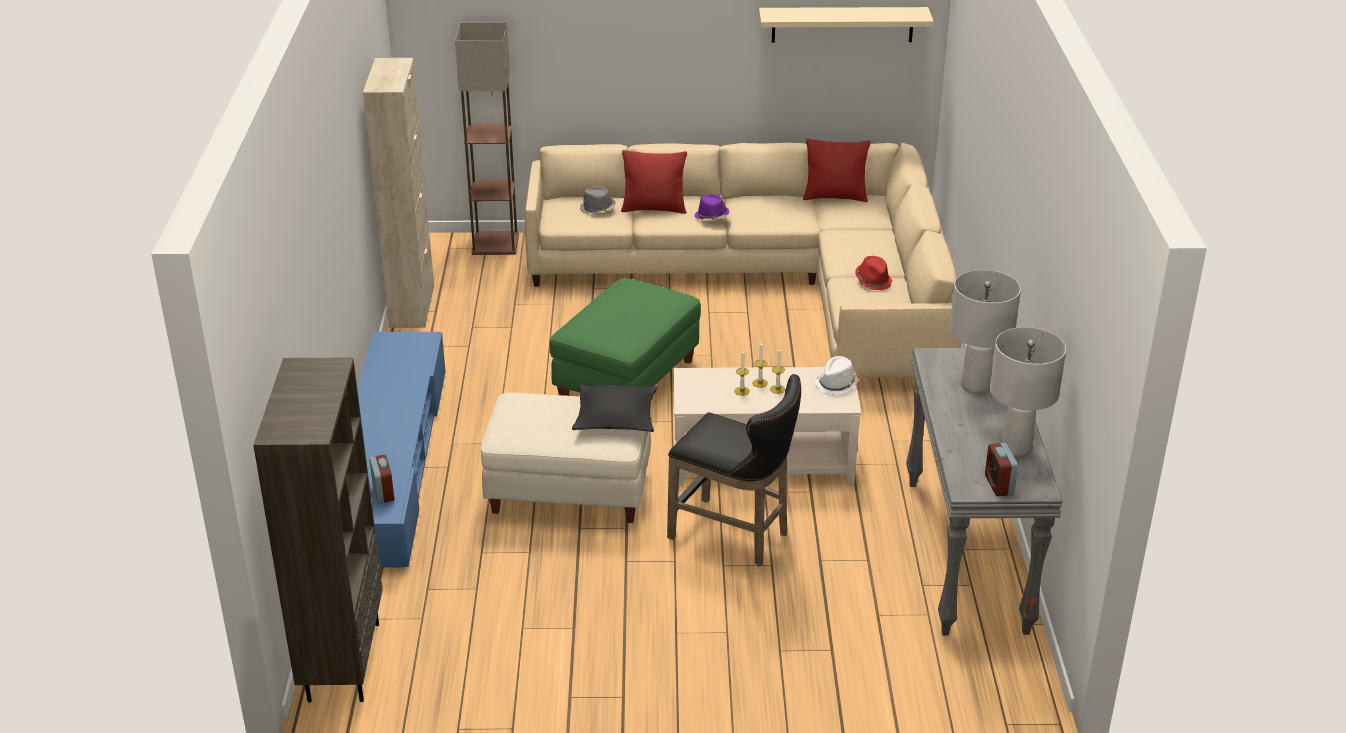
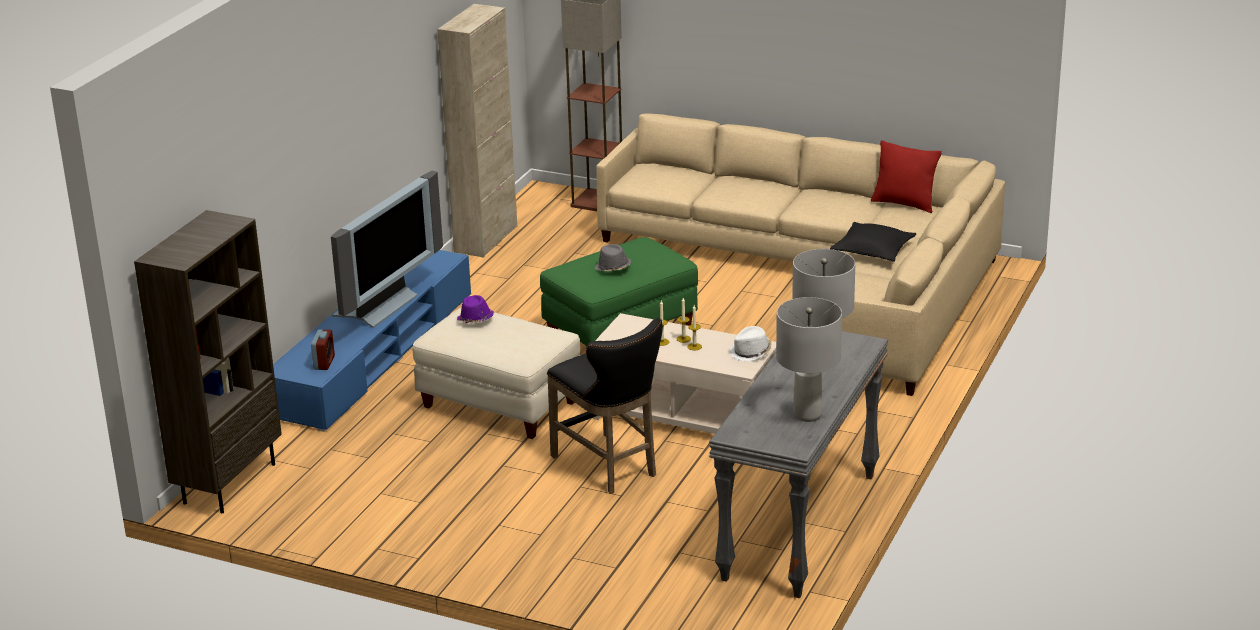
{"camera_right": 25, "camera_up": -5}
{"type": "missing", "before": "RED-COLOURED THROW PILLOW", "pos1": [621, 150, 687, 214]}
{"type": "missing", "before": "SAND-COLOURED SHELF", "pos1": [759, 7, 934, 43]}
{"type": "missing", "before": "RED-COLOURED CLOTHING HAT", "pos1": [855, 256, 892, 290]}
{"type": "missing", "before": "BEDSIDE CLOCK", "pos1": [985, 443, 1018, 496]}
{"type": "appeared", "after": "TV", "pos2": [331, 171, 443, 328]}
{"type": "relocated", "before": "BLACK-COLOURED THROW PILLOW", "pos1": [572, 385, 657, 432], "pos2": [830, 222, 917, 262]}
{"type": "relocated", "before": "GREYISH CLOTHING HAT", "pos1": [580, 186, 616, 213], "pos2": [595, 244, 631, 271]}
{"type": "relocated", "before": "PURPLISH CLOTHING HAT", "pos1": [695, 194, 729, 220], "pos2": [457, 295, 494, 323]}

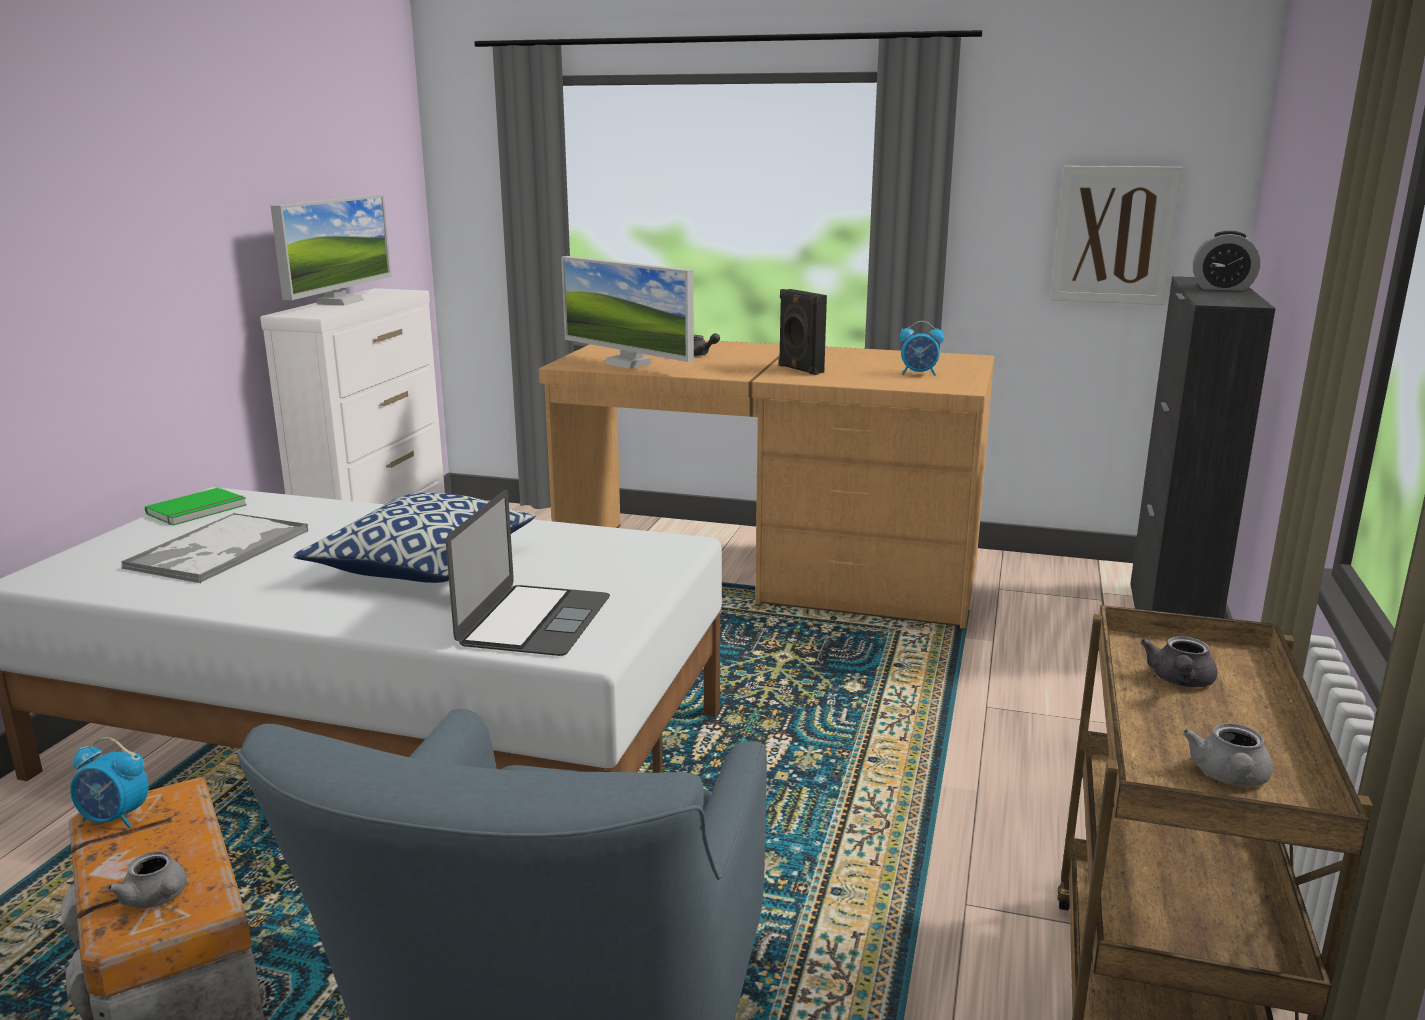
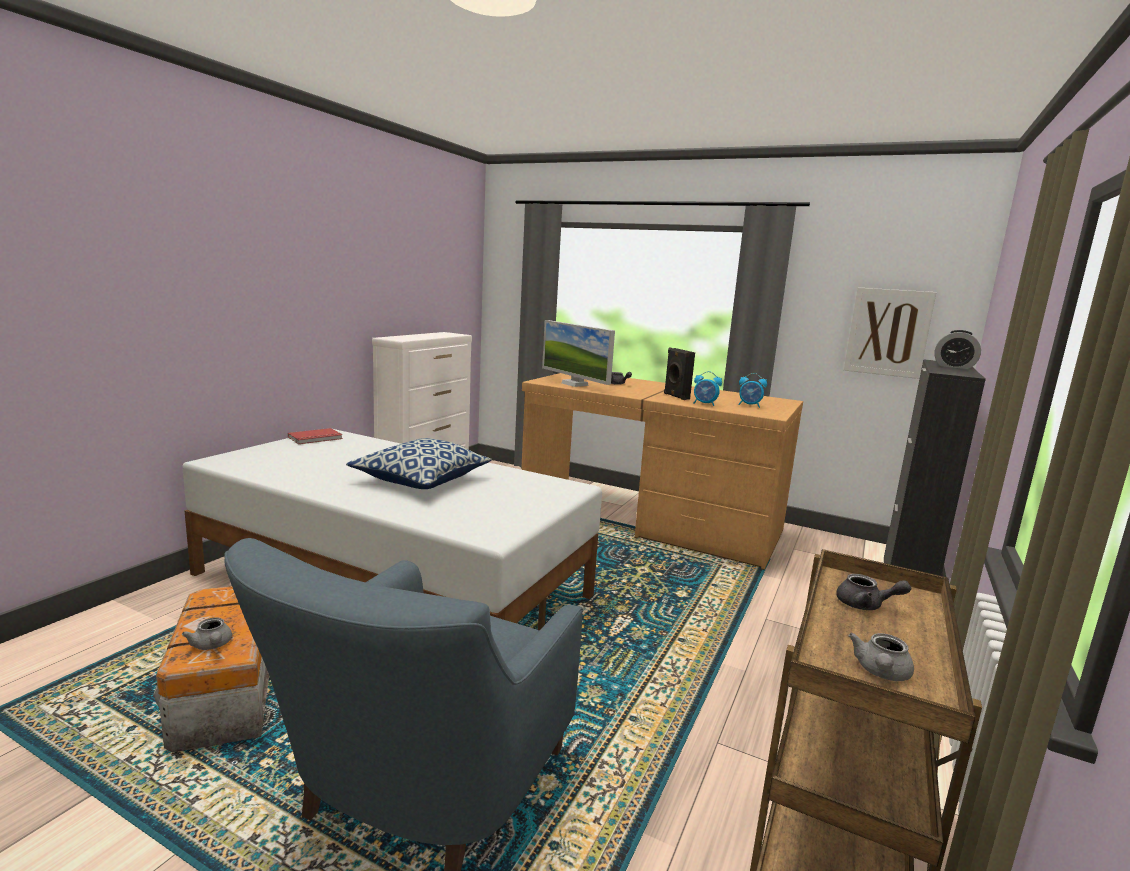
{"camera_right": 10, "camera_up": -5}
{"type": "missing", "before": "TRAY", "pos1": [121, 513, 308, 583]}
{"type": "missing", "before": "COMPUTER SCREEN", "pos1": [271, 195, 392, 306]}
{"type": "missing", "before": "NOTEBOOK COMPUTER", "pos1": [446, 490, 610, 656]}
{"type": "relocated", "before": "BEDSIDE CLOCK", "pos1": [70, 737, 149, 828], "pos2": [693, 371, 722, 406]}
{"type": "colour", "before": "GREENISH BOOK", "after": "RED-COLOURED BOOK", "pos1": [145, 488, 247, 526], "pos2": [288, 428, 343, 444]}
{"type": "spun", "before": "GREYISH TEAPOT", "pos1": [1140, 636, 1217, 687], "pos2": [836, 574, 911, 610], "turn": -105}

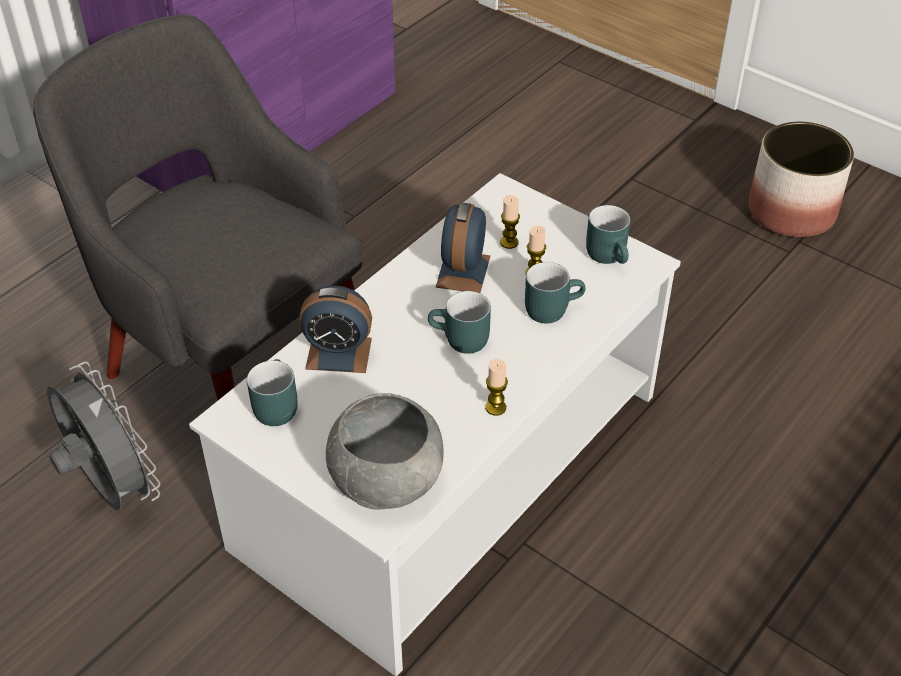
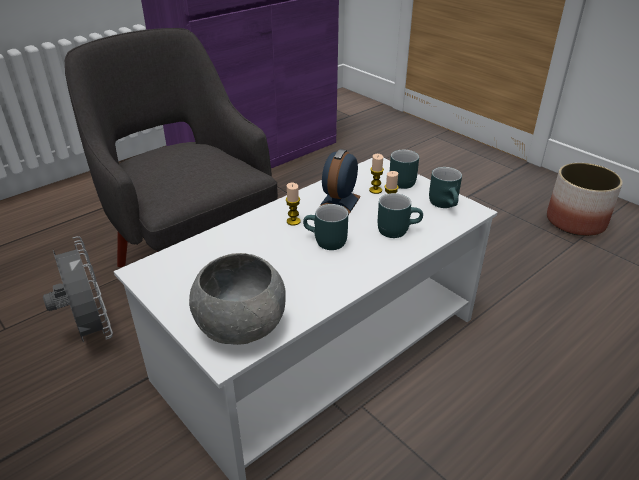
{"camera_right": 10, "camera_up": -10}
{"type": "missing", "before": "BEDSIDE CLOCK", "pos1": [299, 286, 372, 373]}
{"type": "relocated", "before": "TURQUOISE-COLOURED COFFEE MUG", "pos1": [247, 359, 297, 426], "pos2": [390, 150, 419, 189]}
{"type": "relocated", "before": "WAX CANDLE", "pos1": [485, 359, 508, 416], "pos2": [286, 183, 301, 225]}

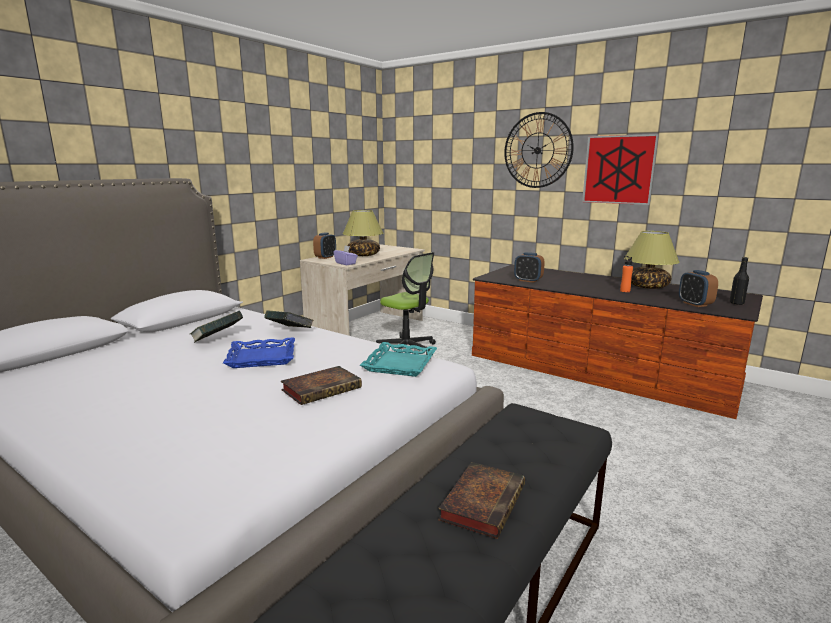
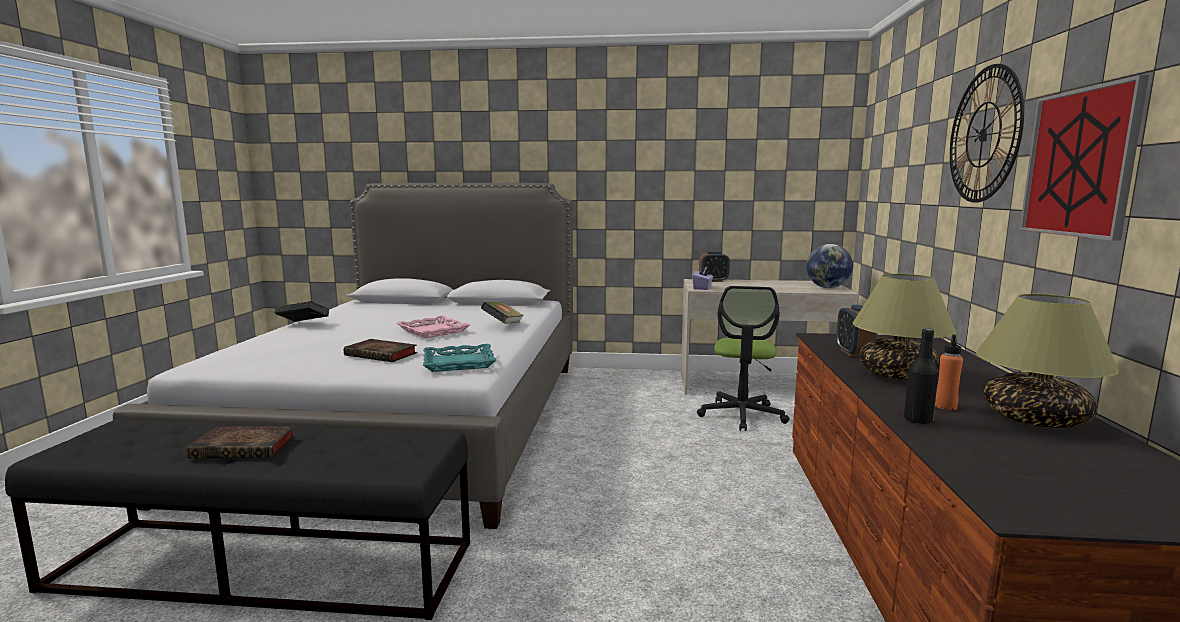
{"camera_right": 60, "camera_up": -5}
{"type": "missing", "before": "BEDSIDE CLOCK", "pos1": [679, 270, 718, 307]}
{"type": "appeared", "after": "GLOBE", "pos2": [806, 244, 853, 288]}
{"type": "relocated", "before": "BOOK", "pos1": [190, 311, 243, 343], "pos2": [274, 301, 330, 322]}
{"type": "relocated", "before": "TABLETOP LAMP", "pos1": [343, 210, 383, 256], "pos2": [853, 274, 957, 380]}
{"type": "relocated", "before": "BLACK-COLOURED BOTTLE", "pos1": [729, 257, 749, 305], "pos2": [904, 328, 939, 425]}
{"type": "colour", "before": "BLUE TRAY", "after": "PINKISH TRAY", "pos1": [223, 337, 295, 368], "pos2": [397, 315, 470, 338]}

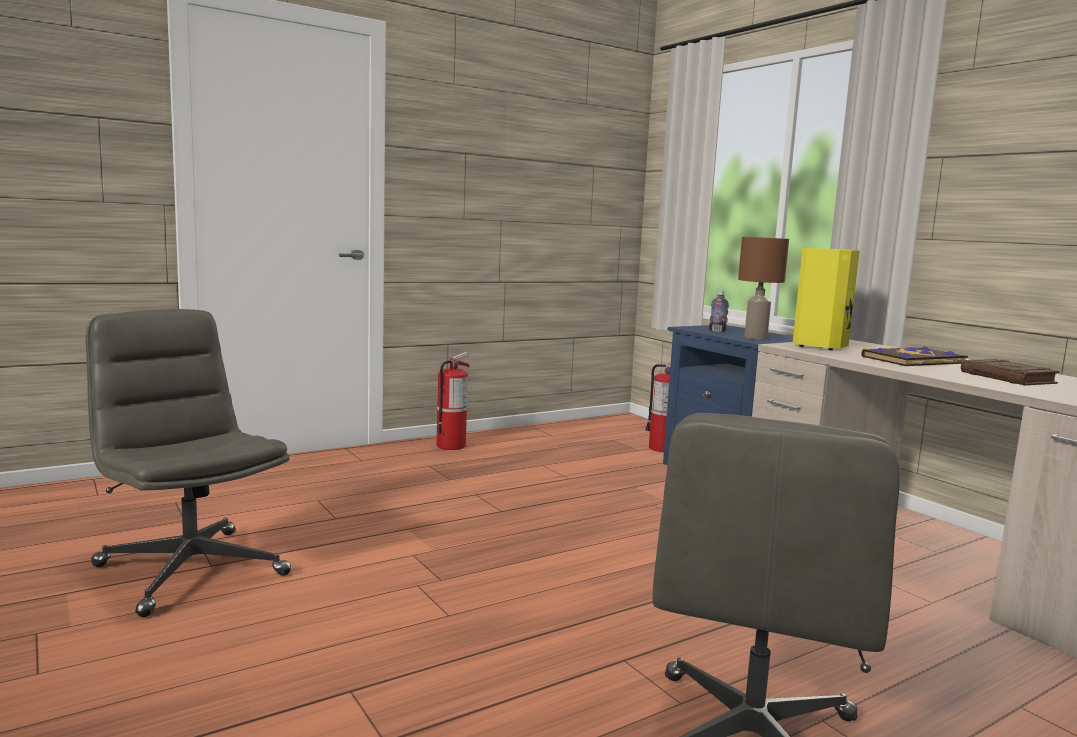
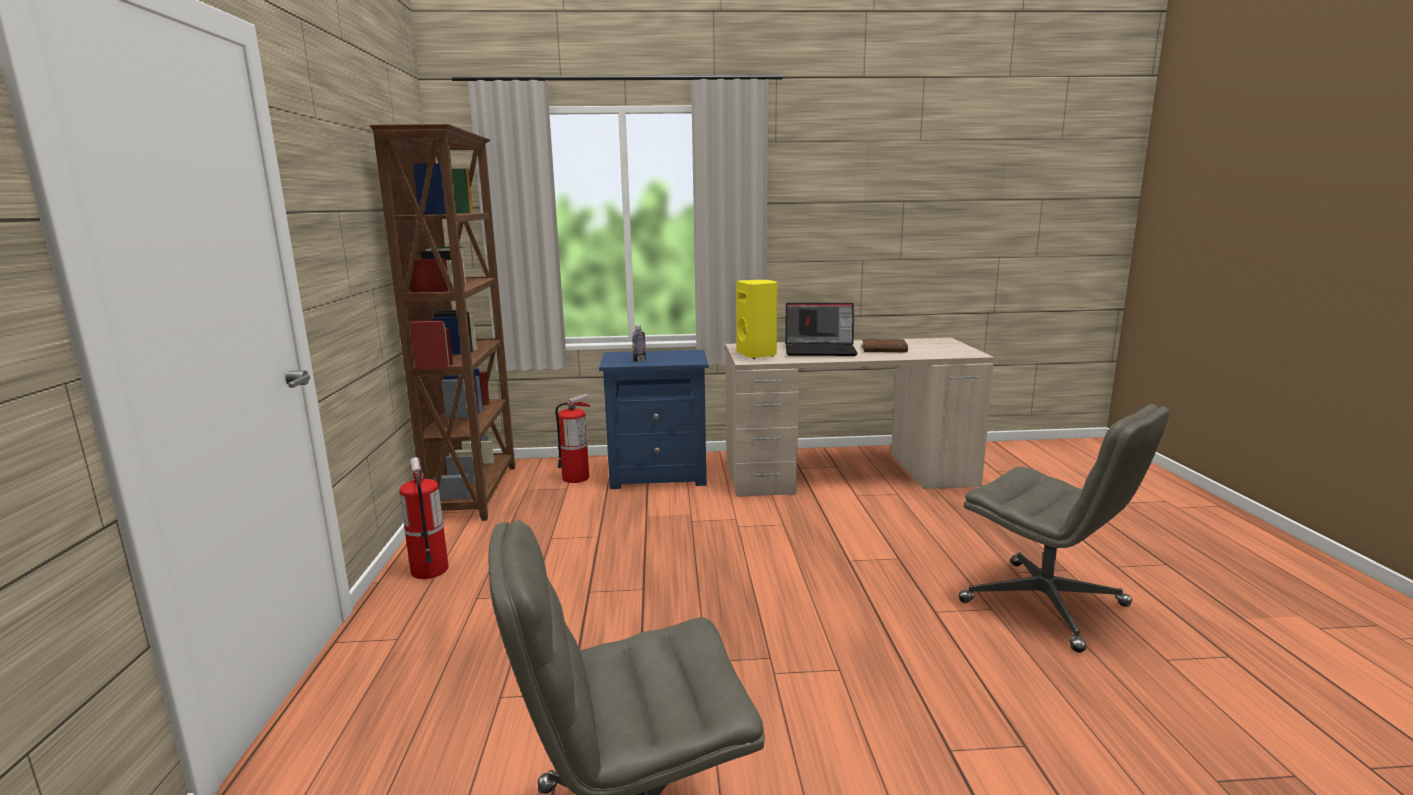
{"camera_right": -60, "camera_up": 5}
{"type": "missing", "before": "BROWNISH TABLETOP LAMP", "pos1": [738, 237, 789, 340]}
{"type": "appeared", "after": "BROWNISH BOOKCASE", "pos2": [370, 124, 515, 521]}
{"type": "exchanged", "before": "BOOK", "after": "NOTEBOOK COMPUTER", "pos1": [861, 346, 968, 366], "pos2": [785, 303, 858, 356]}

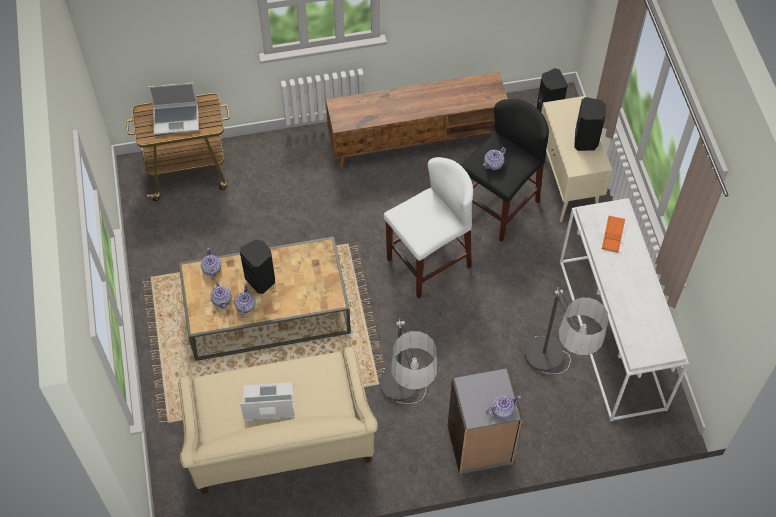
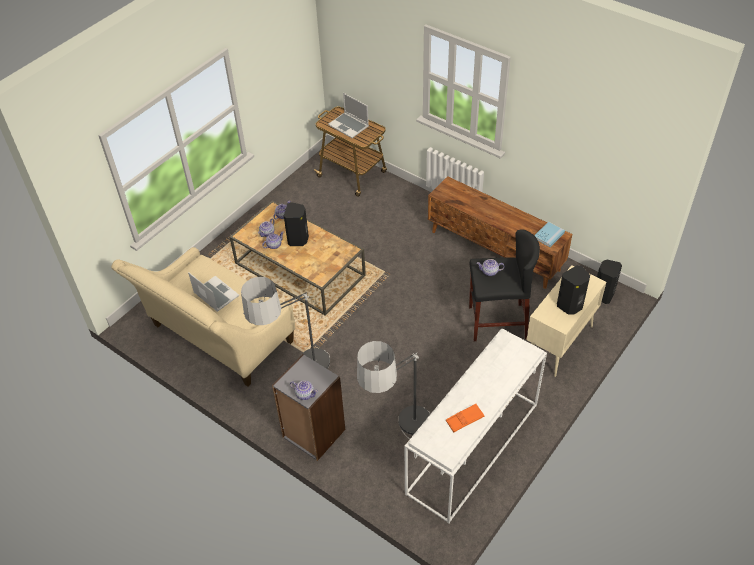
{"camera_right": 50, "camera_up": -10}
{"type": "missing", "before": "WHITE-COLOURED STOOL", "pos1": [384, 157, 473, 298]}
{"type": "appeared", "after": "BLUE BOOK", "pos2": [534, 222, 565, 247]}
{"type": "relocated", "before": "ORANGEY TRAY", "pos1": [602, 215, 625, 253], "pos2": [446, 404, 484, 432]}

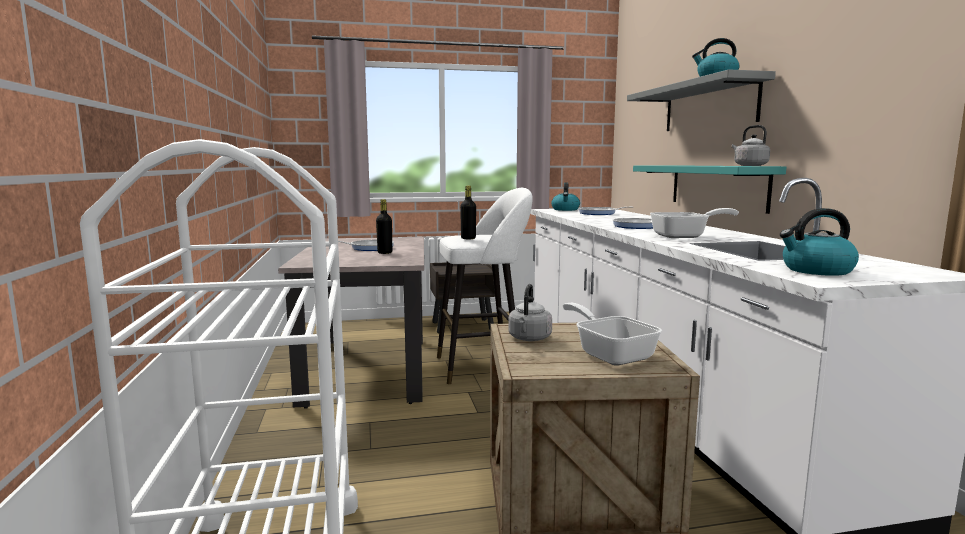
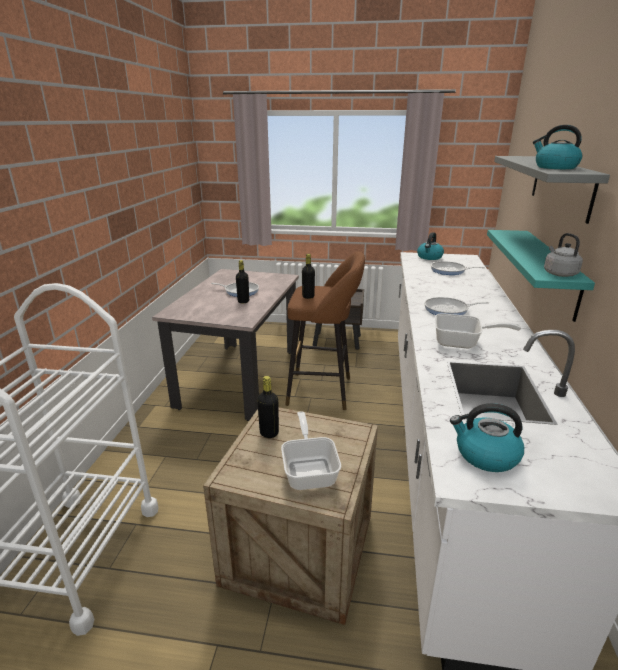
{"camera_right": 20, "camera_up": 15}
{"type": "exchanged", "before": "GREYISH KETTLE", "after": "BLACK-COLOURED BOTTLE", "pos1": [508, 284, 552, 341], "pos2": [257, 376, 279, 438]}
{"type": "colour", "before": "WHITE-COLOURED STOOL", "after": "BROWNISH STOOL", "pos1": [437, 188, 533, 384], "pos2": [285, 251, 365, 410]}

